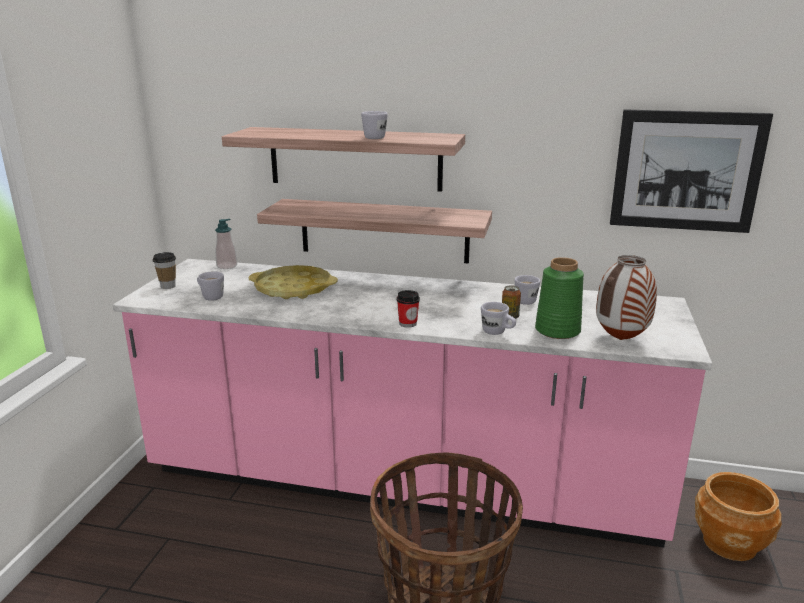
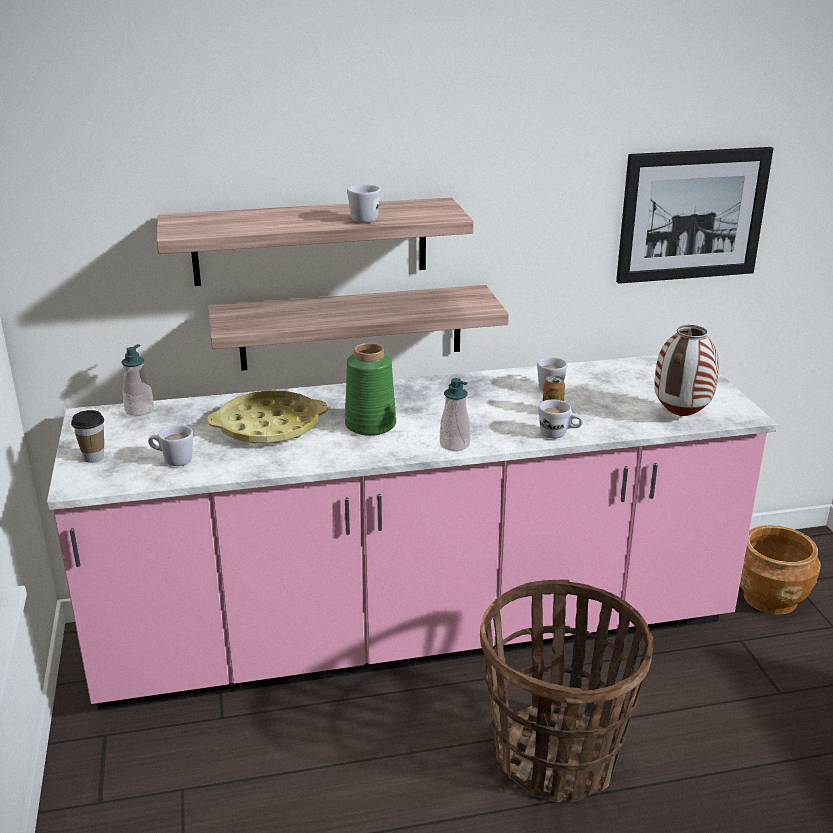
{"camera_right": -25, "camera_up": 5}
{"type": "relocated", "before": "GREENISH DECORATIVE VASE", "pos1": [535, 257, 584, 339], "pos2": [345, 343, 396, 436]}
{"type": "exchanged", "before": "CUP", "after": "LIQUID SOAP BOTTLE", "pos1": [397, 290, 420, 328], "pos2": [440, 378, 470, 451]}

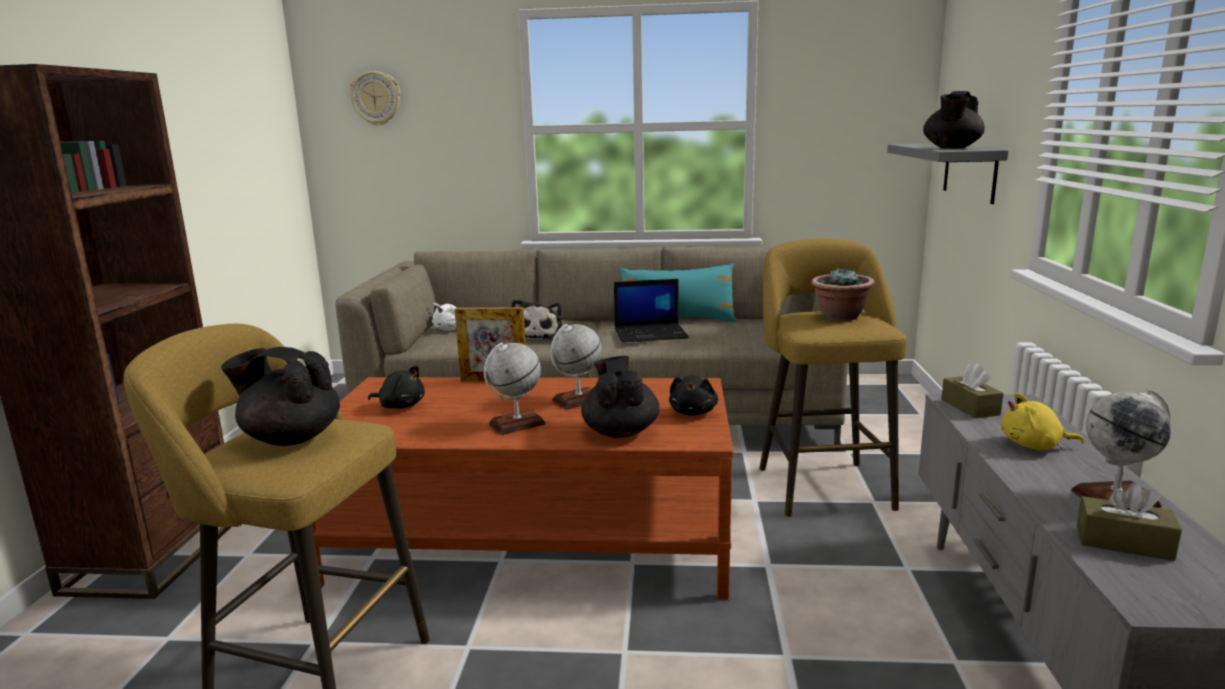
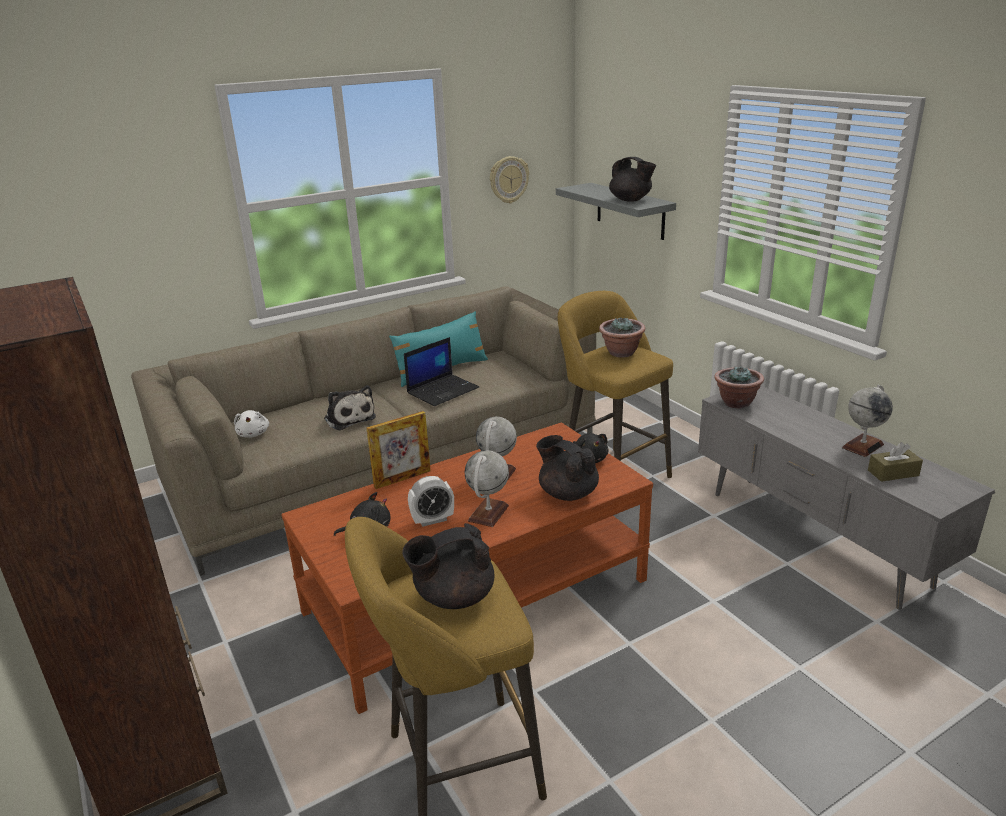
{"camera_right": -35, "camera_up": 10}
{"type": "missing", "before": "YELLOW PLUSH TOY", "pos1": [1001, 393, 1084, 450]}
{"type": "appeared", "after": "BEDSIDE CLOCK", "pos2": [408, 476, 454, 527]}
{"type": "relocated", "before": "CLOCK ON THE WALL", "pos1": [349, 71, 401, 126], "pos2": [490, 156, 529, 203]}
{"type": "exchanged", "before": "BROWNISH TISSUE HOLDER", "after": "PLANT IN A POT", "pos1": [941, 363, 1003, 418], "pos2": [714, 365, 764, 409]}
{"type": "spun", "before": "BLACK-COLOURED TEAPOT", "pos1": [923, 91, 985, 148], "pos2": [609, 157, 656, 202], "turn": -45}

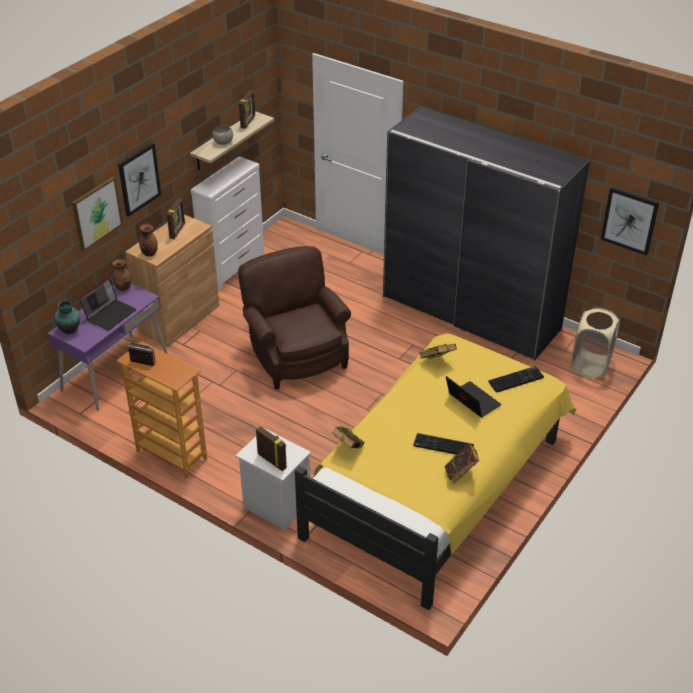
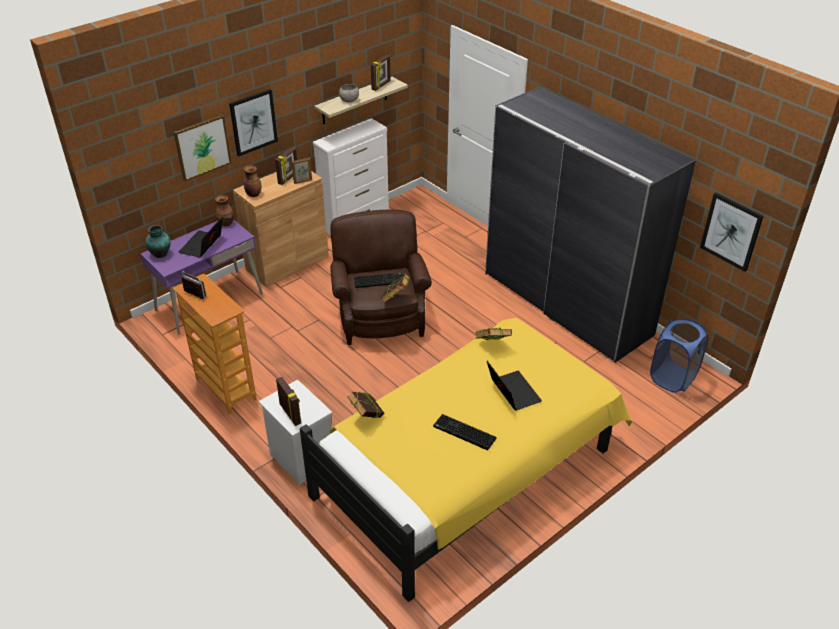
{"camera_right": 15, "camera_up": 0}
{"type": "appeared", "after": "PICTURE FRAME", "pos2": [292, 158, 312, 184]}
{"type": "relocated", "before": "BOOK", "pos1": [445, 443, 479, 483], "pos2": [381, 273, 410, 303]}
{"type": "relocated", "before": "COMPUTER KEYBOARD", "pos1": [488, 366, 544, 393], "pos2": [354, 273, 403, 288]}
{"type": "colour", "before": "SAND-COLOURED HAMPER", "after": "BLUE HAMPER", "pos1": [571, 307, 620, 378], "pos2": [650, 319, 708, 393]}
{"type": "spun", "before": "NOTEBOOK COMPUTER", "pos1": [79, 278, 136, 331], "pos2": [179, 217, 223, 258], "turn": 150}

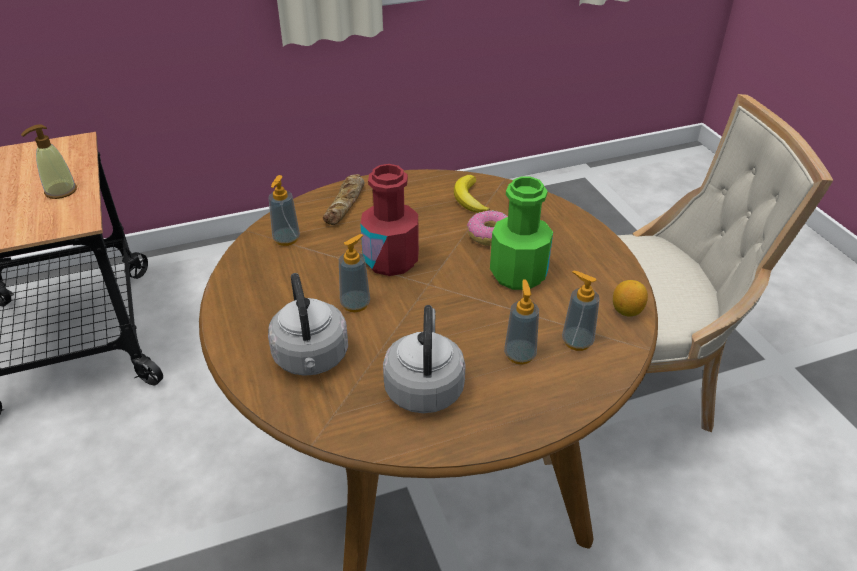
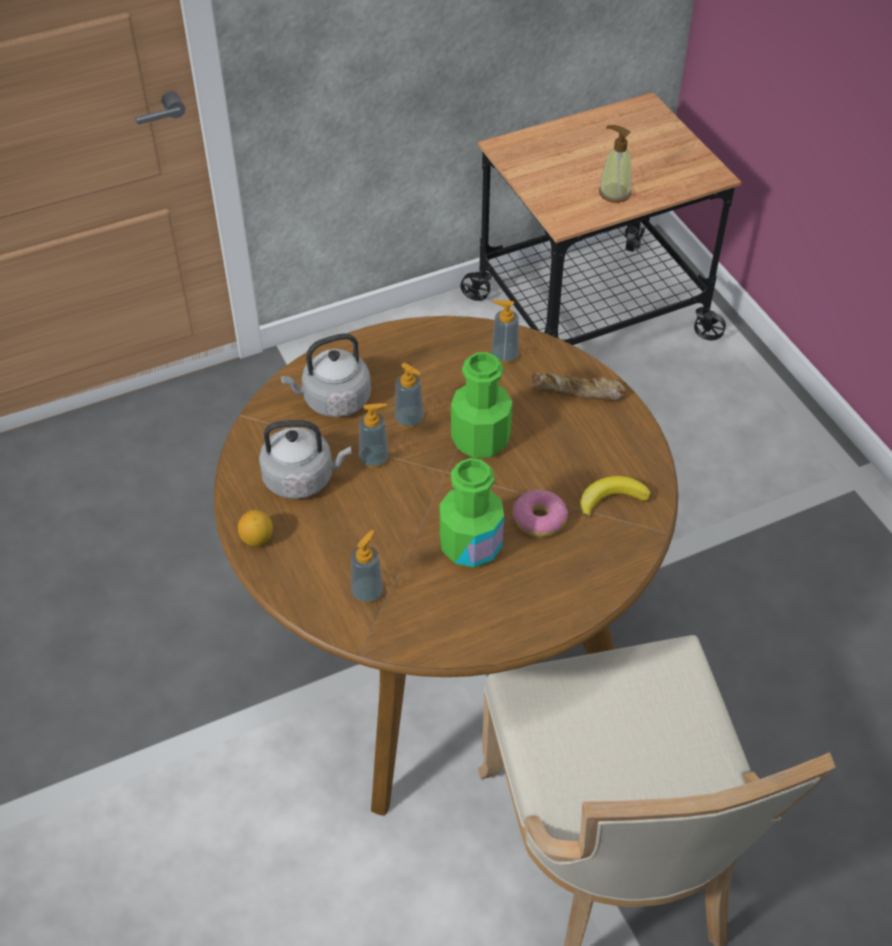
{"camera_right": 85, "camera_up": 10}
{"type": "relocated", "before": "LIQUID SOAP BOTTLE", "pos1": [504, 279, 539, 364], "pos2": [359, 403, 389, 468]}
{"type": "relocated", "before": "LEMON", "pos1": [613, 280, 648, 317], "pos2": [238, 510, 273, 546]}
{"type": "colour", "before": "RED-COLOURED BOTTLE", "after": "GREENISH BOTTLE", "pos1": [360, 164, 419, 276], "pos2": [451, 352, 512, 458]}

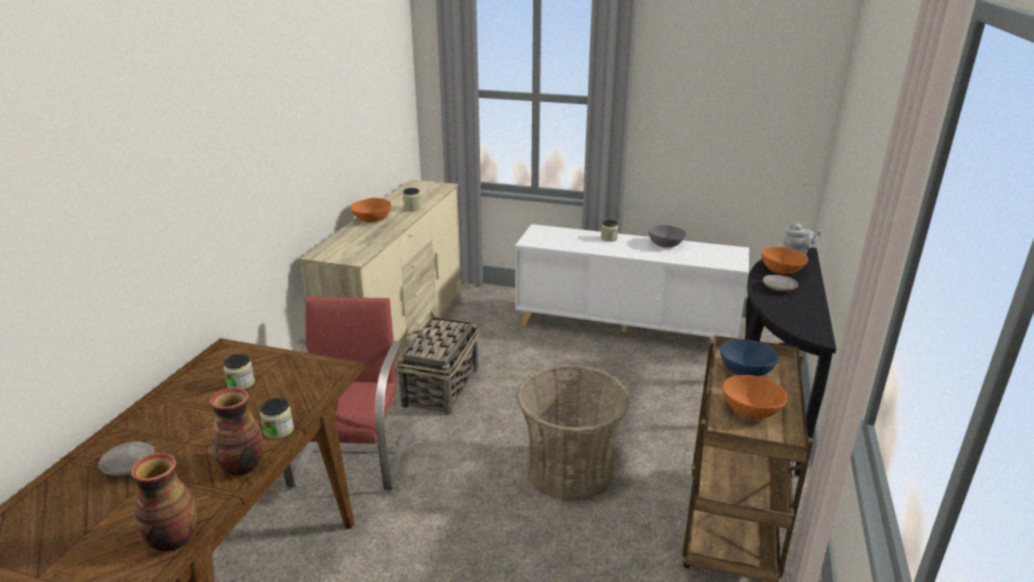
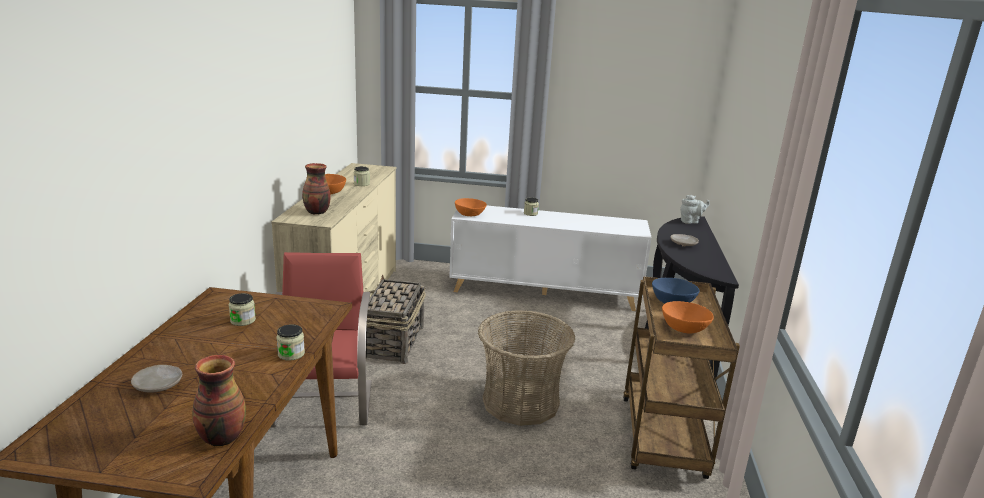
{"camera_right": -10, "camera_up": -5}
{"type": "missing", "before": "GREYISH DEEP DISH", "pos1": [648, 225, 686, 247]}
{"type": "relocated", "before": "DECORATIVE VASE", "pos1": [209, 388, 263, 476], "pos2": [302, 163, 331, 215]}
{"type": "relocated", "before": "ORANGEY DEEP DISH", "pos1": [761, 247, 808, 274], "pos2": [455, 198, 487, 216]}

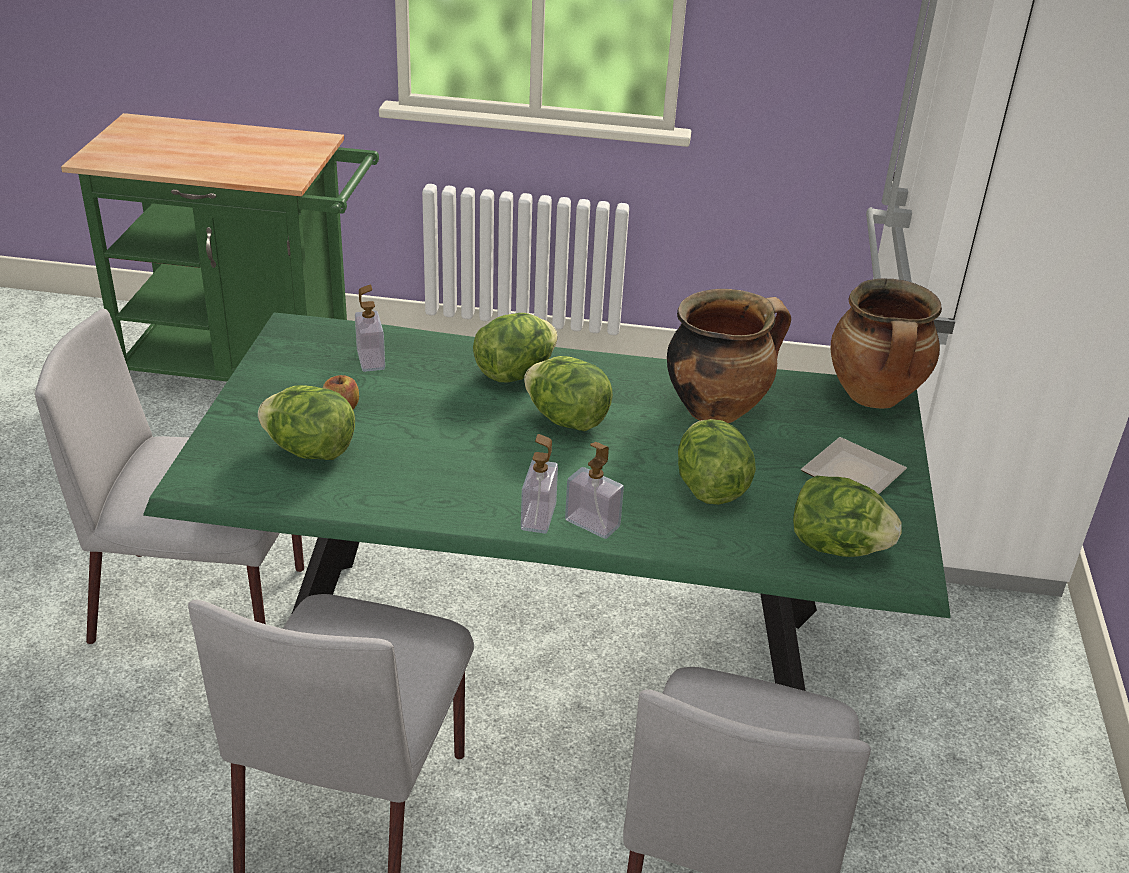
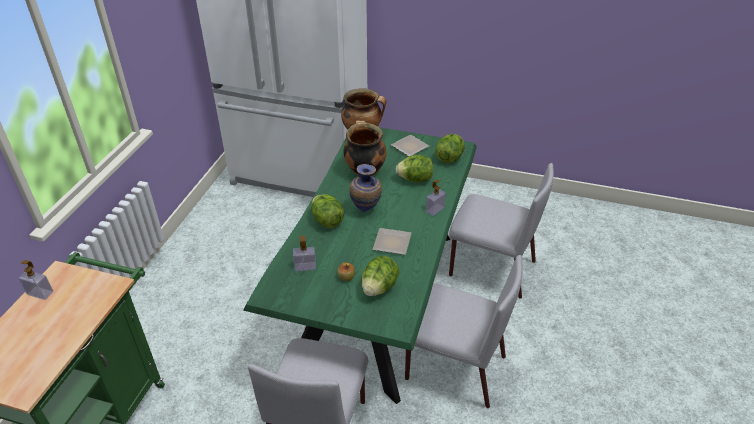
{"camera_right": -80, "camera_up": 5}
{"type": "appeared", "after": "DINNER PLATE", "pos2": [373, 228, 411, 255]}
{"type": "relocated", "before": "LIQUID SOAP BOTTLE", "pos1": [521, 434, 558, 534], "pos2": [19, 260, 53, 300]}
{"type": "exchanged", "before": "LETTUCE", "after": "DECORATIVE VASE", "pos1": [524, 356, 613, 431], "pos2": [349, 164, 382, 212]}

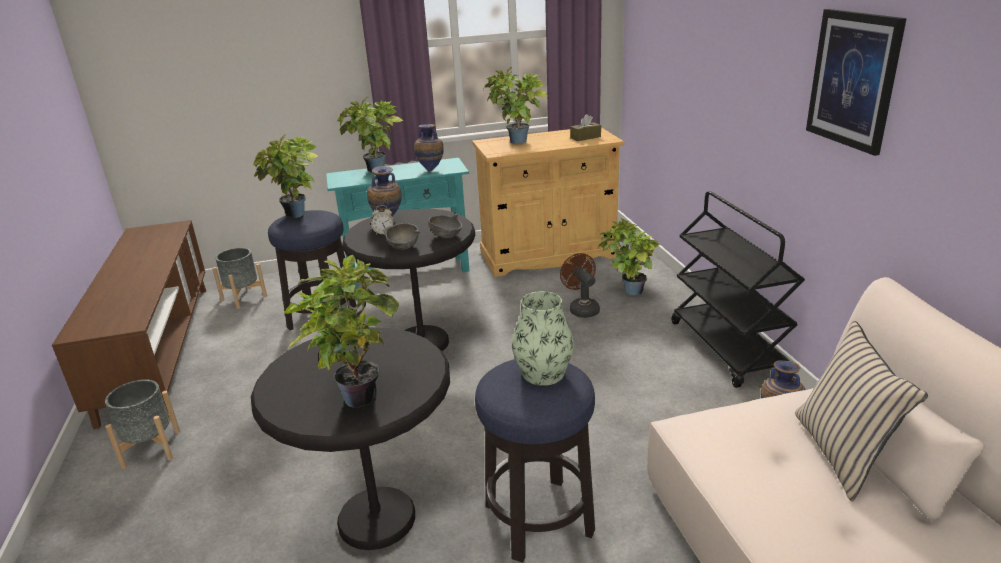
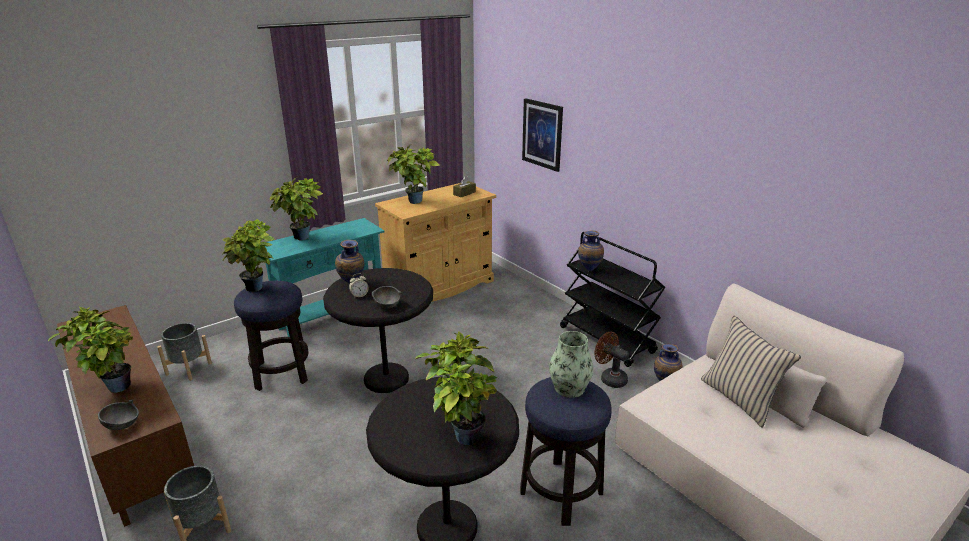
{"camera_right": -25, "camera_up": 0}
{"type": "relocated", "before": "DECORATIVE VASE", "pos1": [414, 124, 443, 172], "pos2": [578, 231, 604, 272]}
{"type": "relocated", "before": "GREYISH DEEP DISH", "pos1": [428, 214, 462, 238], "pos2": [98, 400, 139, 430]}
{"type": "relocated", "before": "BROWNISH ELECTRIC FAN", "pos1": [560, 253, 600, 318], "pos2": [595, 331, 629, 388]}
{"type": "relocated", "before": "PLANT IN A POT", "pos1": [598, 217, 660, 295], "pos2": [48, 307, 133, 393]}
{"type": "relocated", "before": "PICTURE", "pos1": [806, 9, 907, 156], "pos2": [522, 98, 563, 172]}

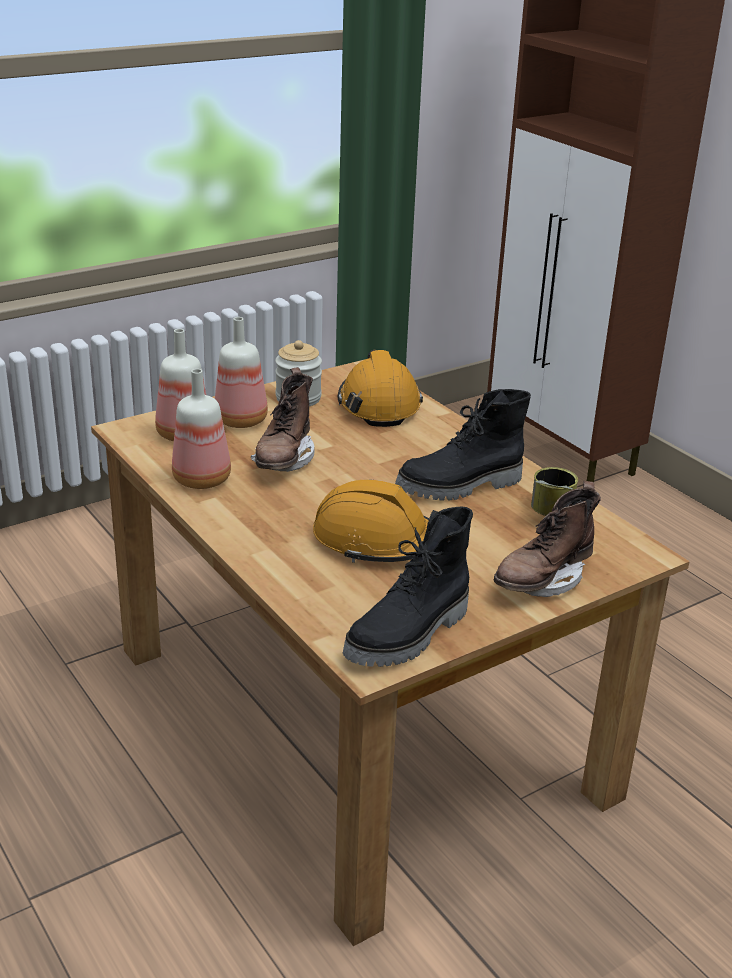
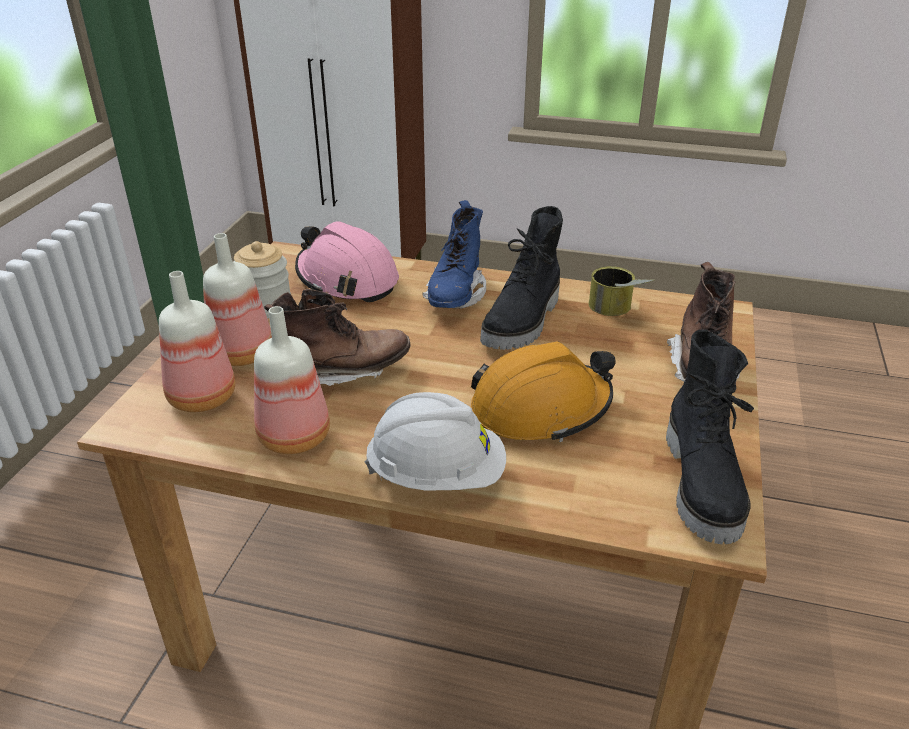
{"camera_right": -40, "camera_up": 5}
{"type": "appeared", "after": "WHITE-COLOURED WORK HELMET", "pos2": [365, 392, 506, 491]}
{"type": "appeared", "after": "BLUE HIGH-TOP BOOT", "pos2": [422, 200, 486, 309]}
{"type": "colour", "before": "ORANGEY WORK HELMET", "after": "PINKISH WORK HELMET", "pos1": [338, 350, 423, 427], "pos2": [295, 221, 399, 303]}
{"type": "spun", "before": "BROWNISH HIGH-TOP BOOT", "pos1": [251, 367, 314, 472], "pos2": [264, 289, 411, 386], "turn": -75}

